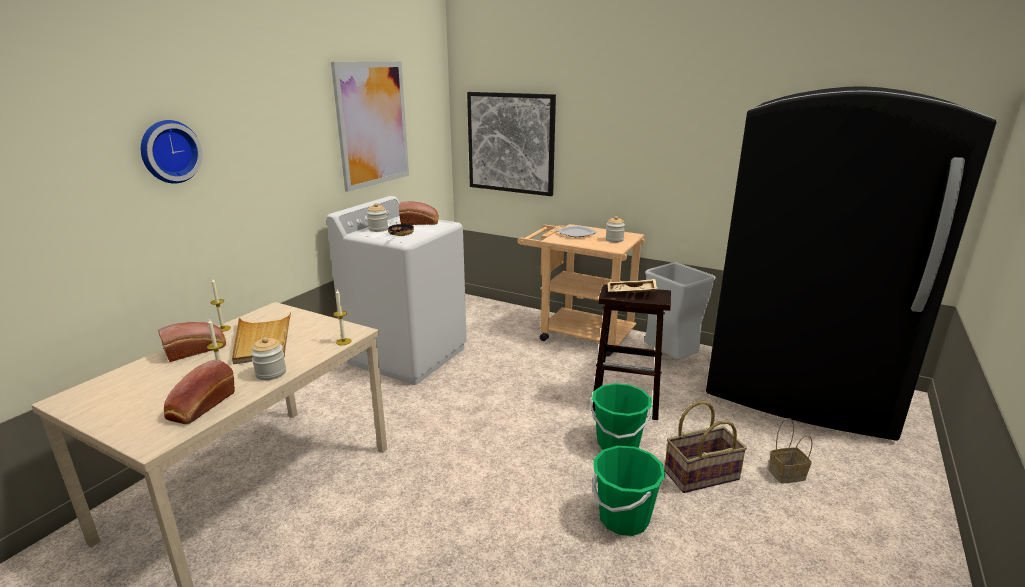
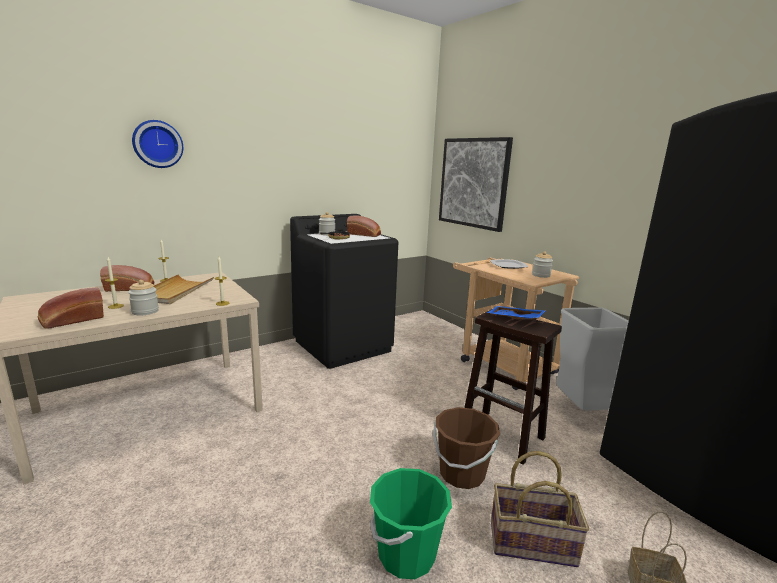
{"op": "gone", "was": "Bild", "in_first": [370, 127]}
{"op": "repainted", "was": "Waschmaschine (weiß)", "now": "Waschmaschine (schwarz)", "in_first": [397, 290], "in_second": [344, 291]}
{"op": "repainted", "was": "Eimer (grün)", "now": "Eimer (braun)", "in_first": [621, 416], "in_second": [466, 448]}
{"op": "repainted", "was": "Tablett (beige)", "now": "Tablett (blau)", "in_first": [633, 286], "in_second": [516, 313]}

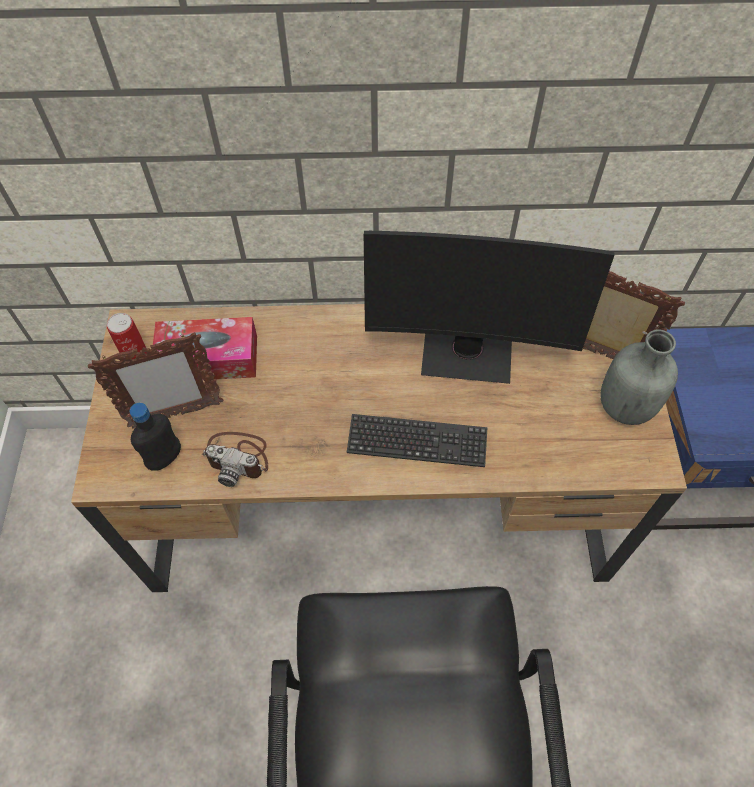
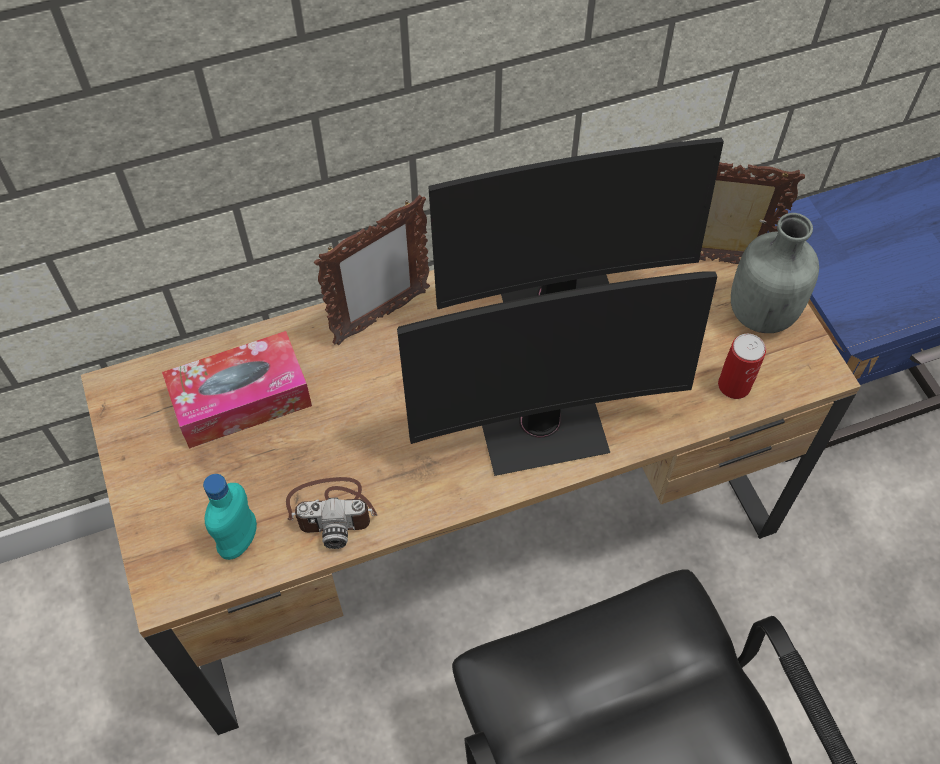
{"op": "shifted", "was": "Bilderrahmen", "in_first": [156, 380], "in_second": [372, 270]}
{"op": "shifted", "was": "Dose", "in_first": [127, 336], "in_second": [742, 366]}
{"op": "swapped", "was": "Tastatur", "now": "Monitor", "in_first": [417, 440], "in_second": [557, 373]}
{"op": "repainted", "was": "Flasche (schwarz)", "now": "Flasche (türkis)", "in_first": [155, 437], "in_second": [230, 517]}

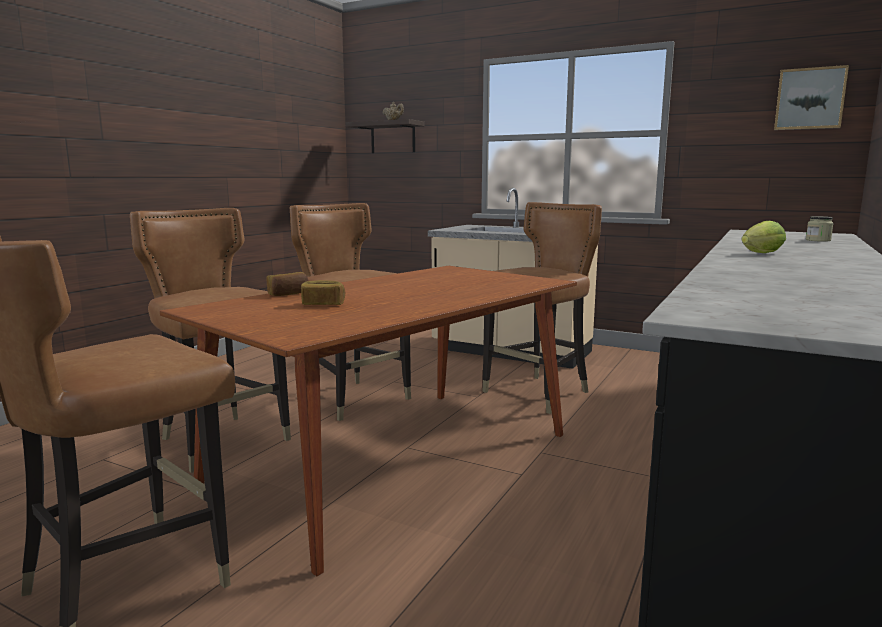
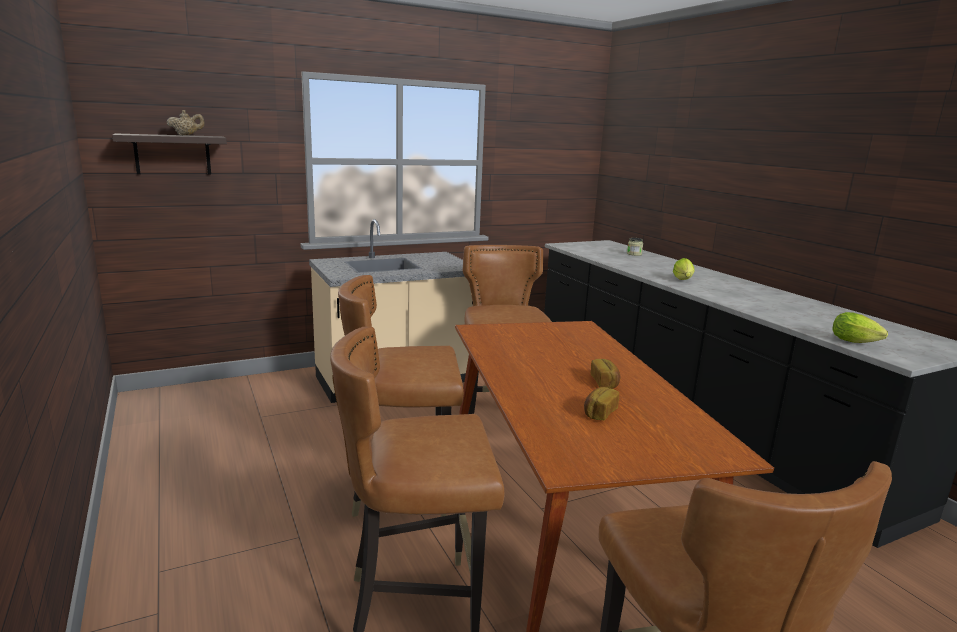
{"op": "gone", "was": "Bild", "in_first": [811, 97]}
{"op": "new", "now": "Salatkopf", "in_second": [860, 327]}
{"op": "shifted", "was": "Brot", "in_first": [287, 284], "in_second": [605, 374]}

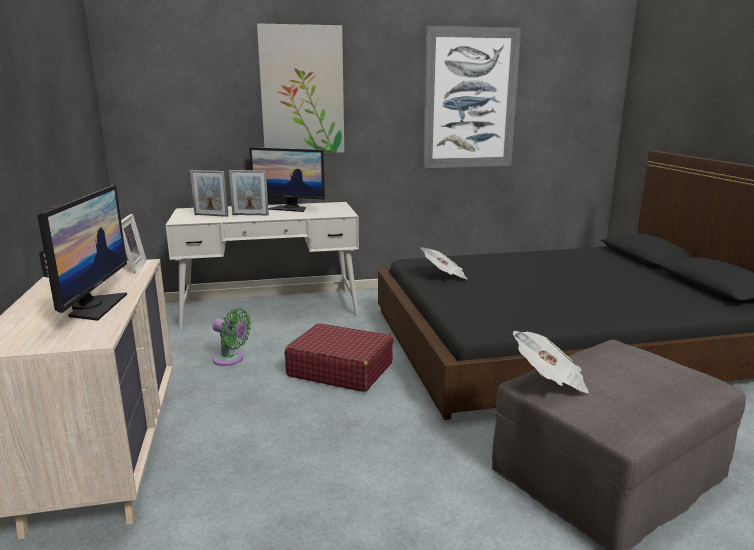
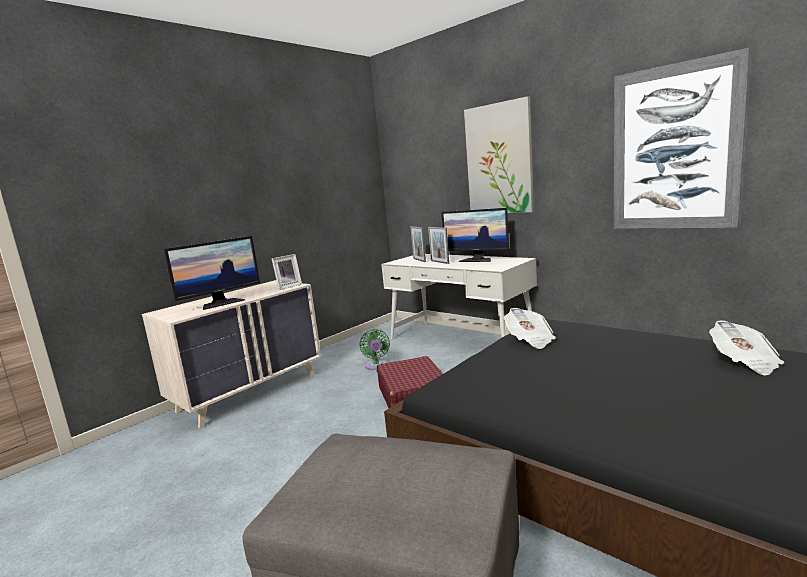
{"op": "shifted", "was": "Zeitung", "in_first": [551, 362], "in_second": [746, 348]}
{"op": "rotated", "was": "Monitor", "in_first": [287, 179], "in_second": [475, 235], "clockwise": -45}

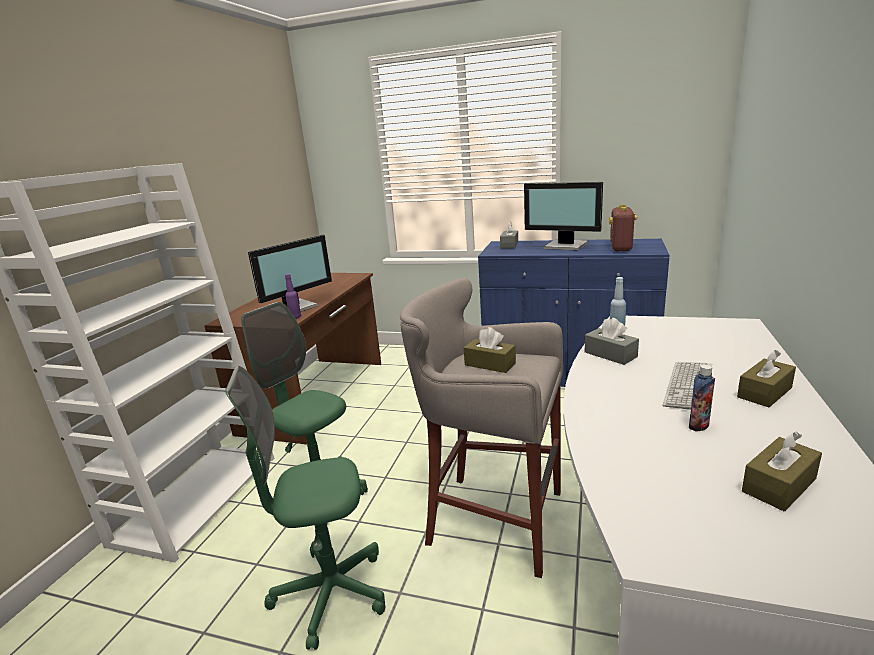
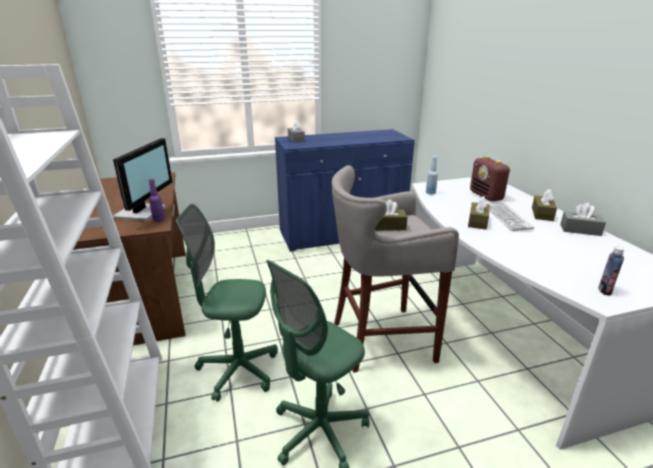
{"op": "gone", "was": "Monitor", "in_first": [563, 216]}
{"op": "shifted", "was": "Taschentuchbox (grau)", "in_first": [612, 341], "in_second": [583, 219]}
{"op": "shifted", "was": "Radio", "in_first": [623, 227], "in_second": [490, 178]}
{"op": "shifted", "was": "Flasche", "in_first": [702, 398], "in_second": [611, 271]}
{"op": "shifted", "was": "Taschentuchbox (braun)", "in_first": [782, 471], "in_second": [479, 213]}

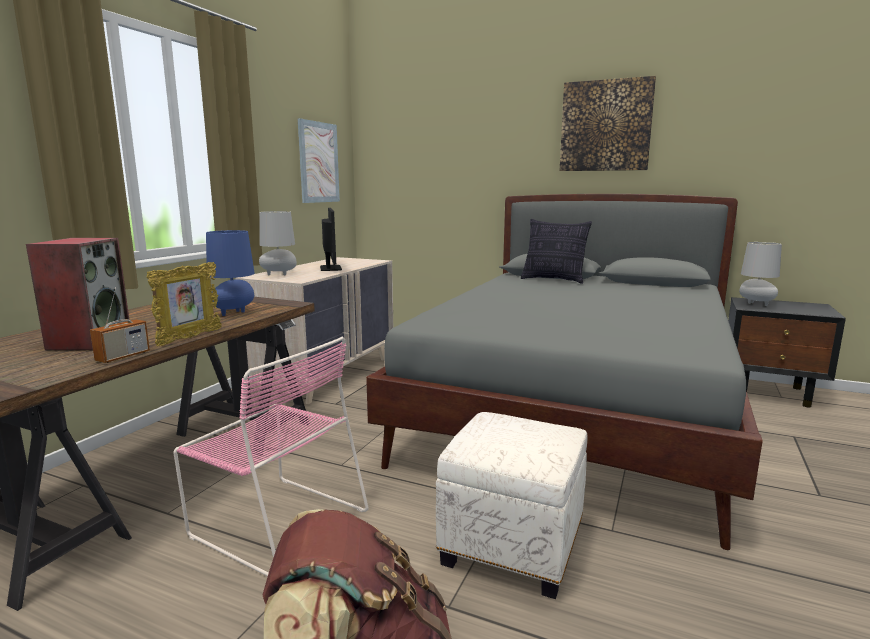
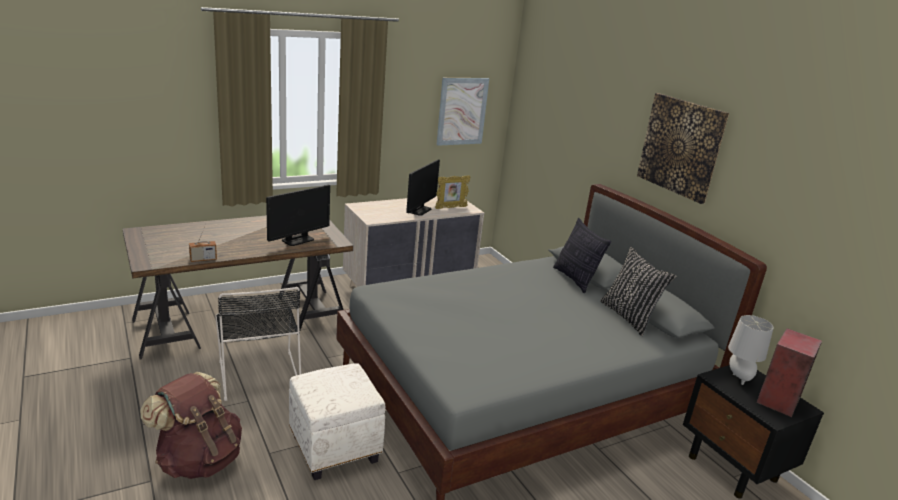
{"op": "gone", "was": "Tischlampe (grau)", "in_first": [278, 243]}
{"op": "new", "now": "Kissen (schwarz)", "in_second": [638, 291]}
{"op": "shifted", "was": "Lautsprecher", "in_first": [77, 294], "in_second": [789, 372]}
{"op": "shifted", "was": "Bilderrahmen", "in_first": [184, 304], "in_second": [453, 192]}
{"op": "swapped", "was": "Tischlampe (blau)", "now": "Monitor", "in_first": [230, 273], "in_second": [298, 215]}
{"op": "repainted", "was": "Stuhl (rosa)", "now": "Stuhl (schwarz)", "in_first": [270, 457], "in_second": [258, 344]}

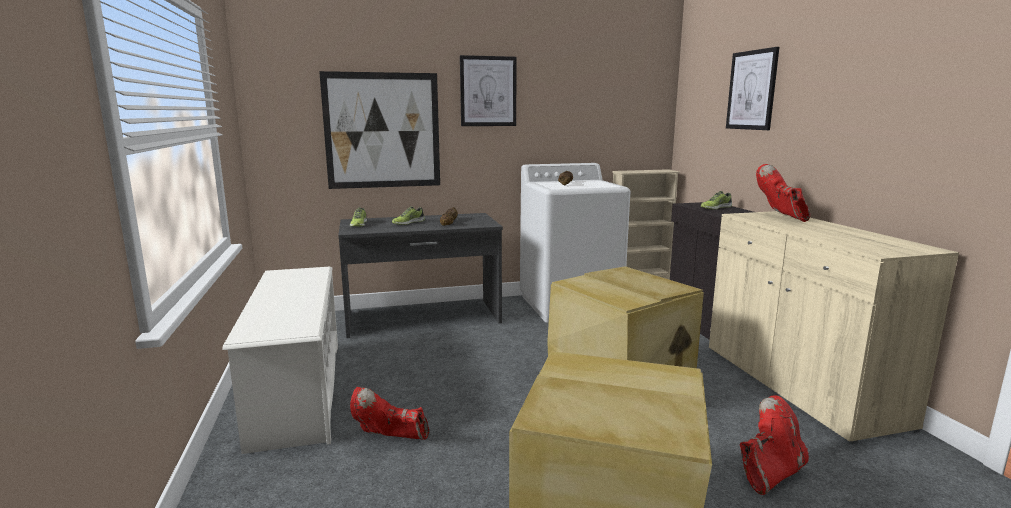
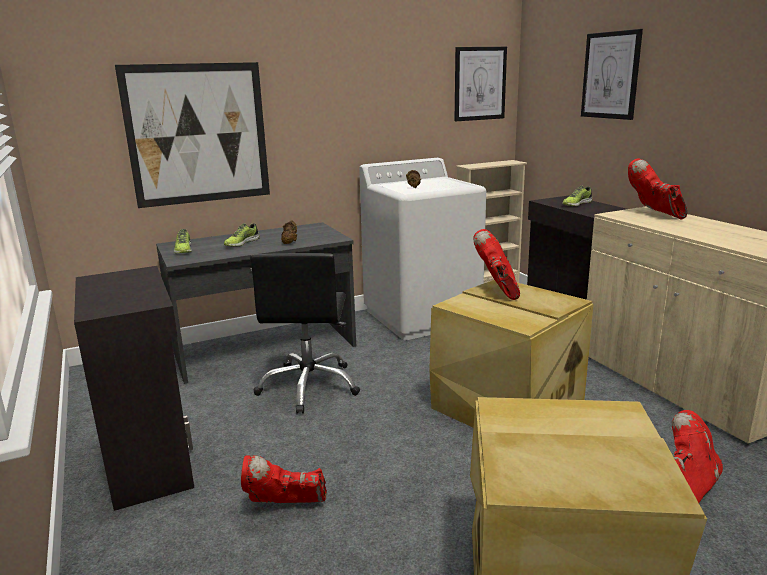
{"op": "new", "now": "Bürostuhl (schwarz)", "in_second": [305, 333]}
{"op": "new", "now": "Stiefel (rot)", "in_second": [496, 264]}
{"op": "shifted", "was": "Bild", "in_first": [488, 90], "in_second": [481, 84]}
{"op": "swapped", "was": "Schuhregal (weiß)", "now": "Schrank (schwarz)", "in_first": [280, 360], "in_second": [134, 388]}

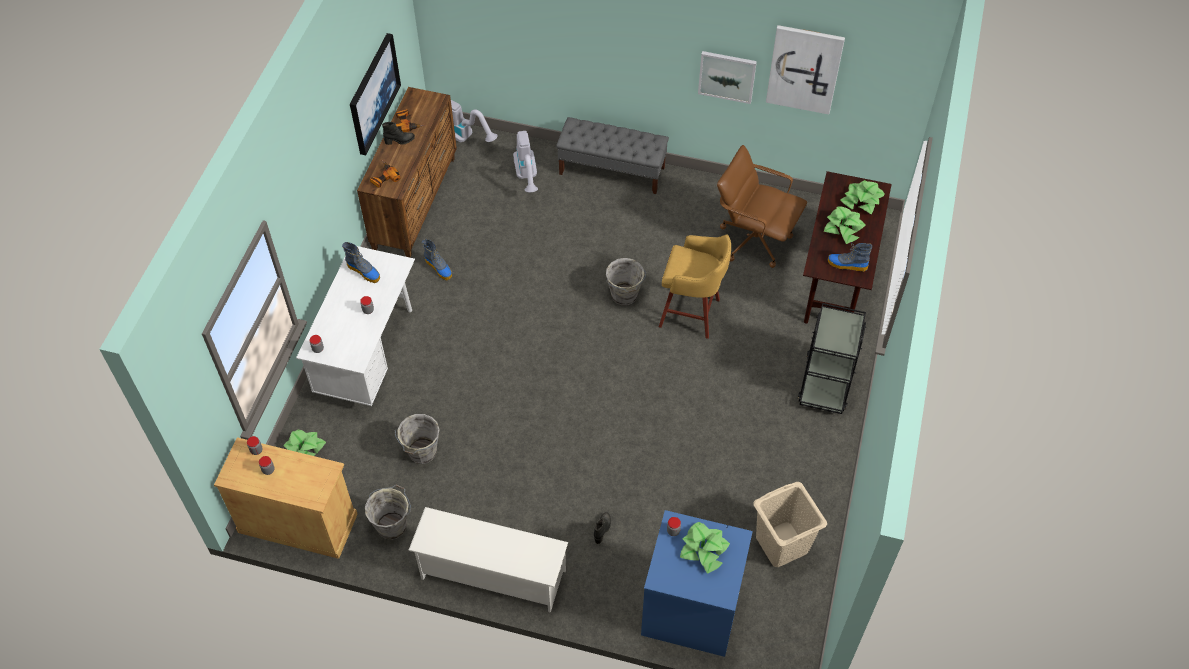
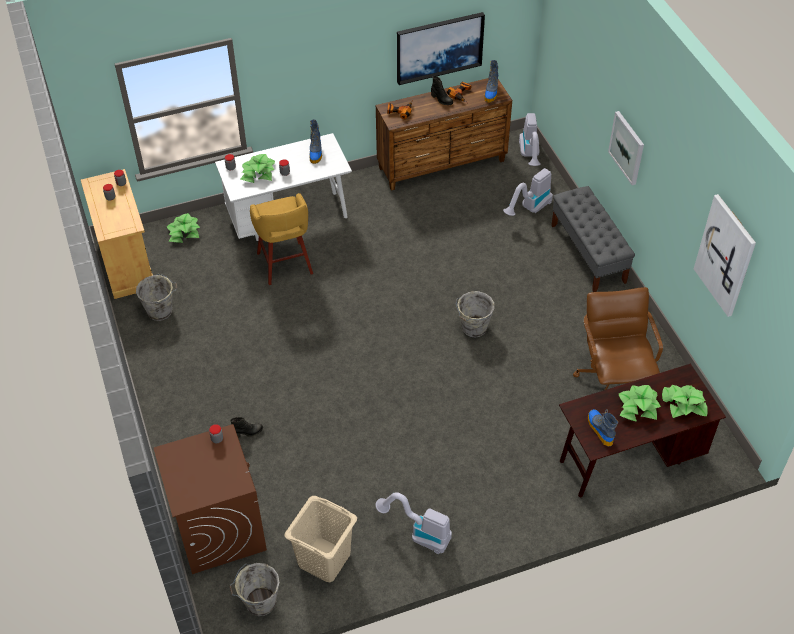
{"op": "gone", "was": "Schuhregal (weiß)", "in_first": [488, 560]}
{"op": "gone", "was": "Rollwagen (schwarz)", "in_first": [832, 358]}
{"op": "new", "now": "Staubsauger", "in_second": [414, 523]}
{"op": "shifted", "was": "Eimer (grau)", "in_first": [417, 439], "in_second": [254, 589]}
{"op": "shifted", "was": "Stiefel", "in_first": [437, 259], "in_second": [491, 81]}
{"op": "shifted", "was": "Hocker (gelb)", "in_first": [695, 286], "in_second": [281, 239]}
{"op": "shifted", "was": "Topfpflanze", "in_first": [705, 548], "in_second": [257, 168]}
{"op": "shifted", "was": "Bild", "in_first": [727, 77], "in_second": [626, 148]}
{"op": "repainted", "was": "Waschmaschine (blau)", "now": "Waschmaschine (braun)", "in_first": [697, 583], "in_second": [210, 499]}

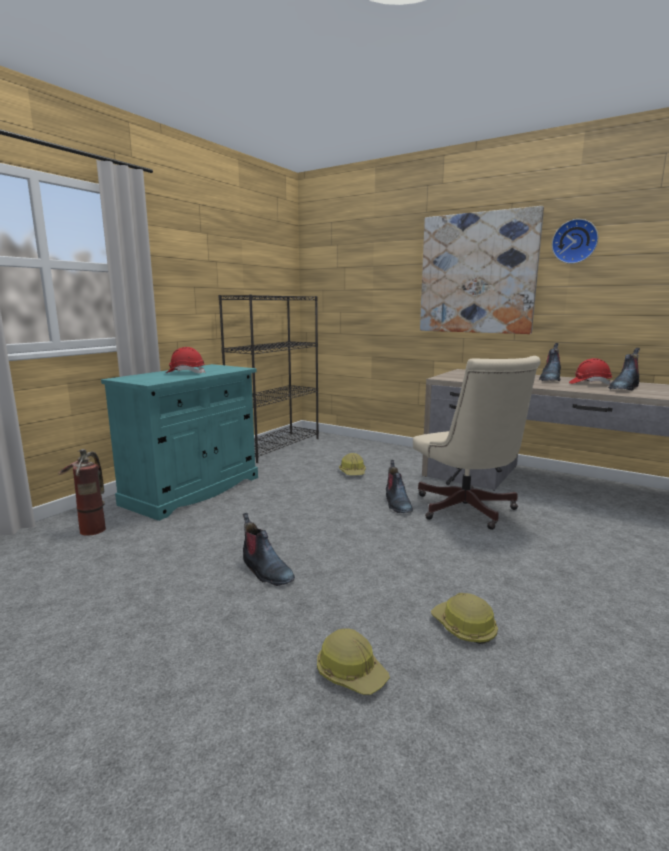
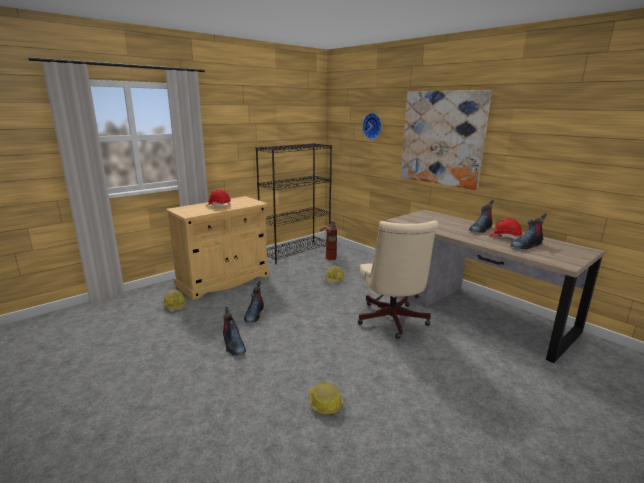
{"op": "shifted", "was": "Feuerlöscher", "in_first": [82, 492], "in_second": [328, 240]}
{"op": "shifted", "was": "Schutzhelm", "in_first": [353, 661], "in_second": [174, 300]}
{"op": "shifted", "was": "Stiefel", "in_first": [399, 486], "in_second": [254, 302]}
{"op": "shifted", "was": "Wanduhr", "in_first": [575, 241], "in_second": [372, 126]}
{"op": "repainted", "was": "Schrank (türkis)", "now": "Schrank (beige)", "in_first": [179, 442], "in_second": [217, 248]}

